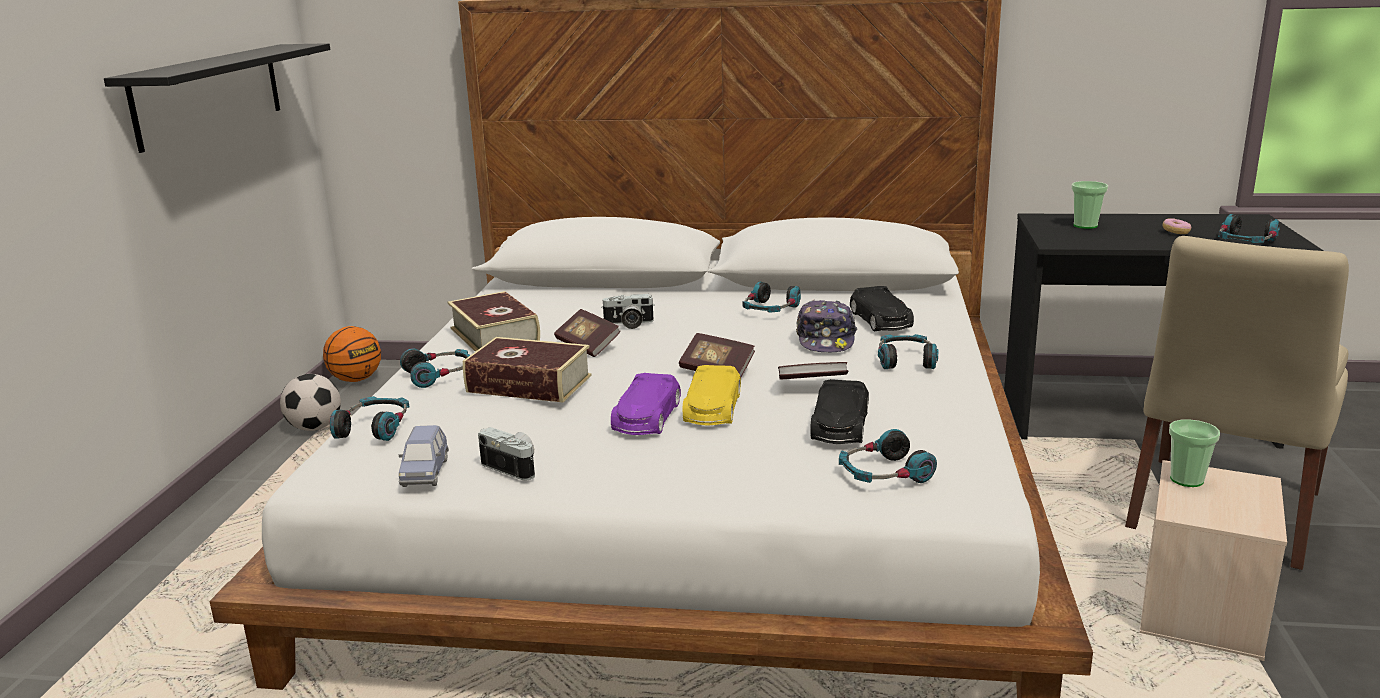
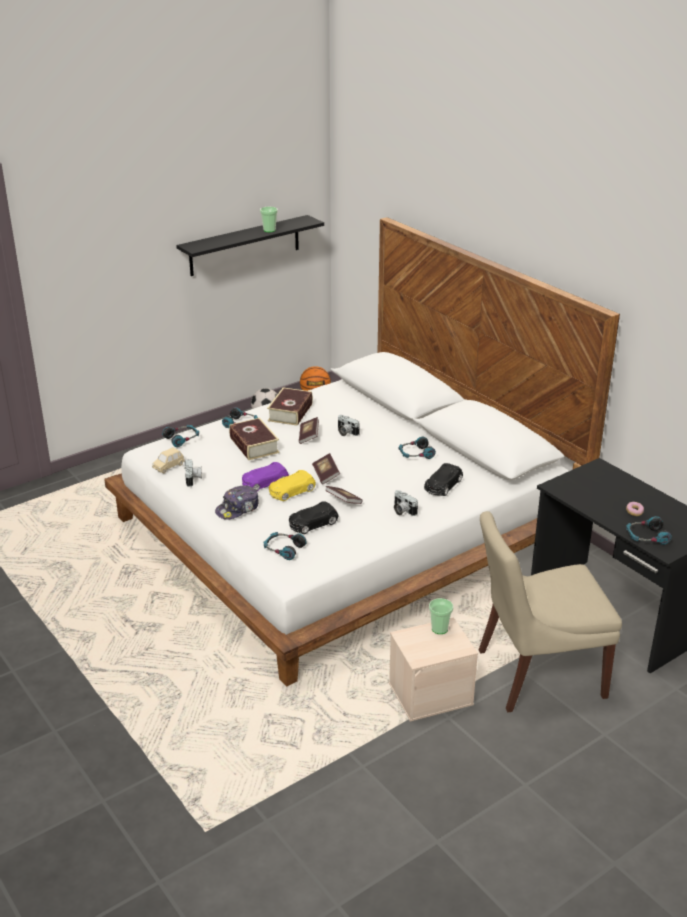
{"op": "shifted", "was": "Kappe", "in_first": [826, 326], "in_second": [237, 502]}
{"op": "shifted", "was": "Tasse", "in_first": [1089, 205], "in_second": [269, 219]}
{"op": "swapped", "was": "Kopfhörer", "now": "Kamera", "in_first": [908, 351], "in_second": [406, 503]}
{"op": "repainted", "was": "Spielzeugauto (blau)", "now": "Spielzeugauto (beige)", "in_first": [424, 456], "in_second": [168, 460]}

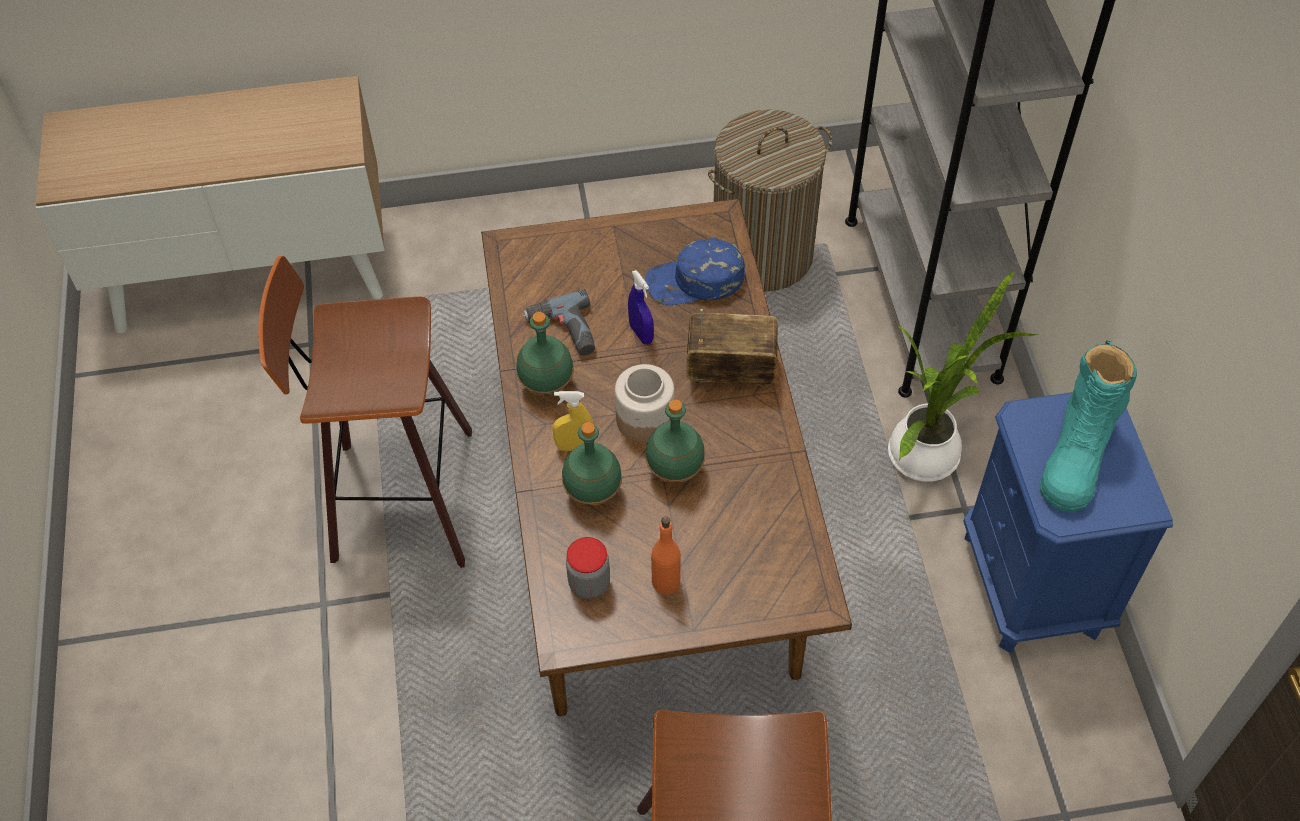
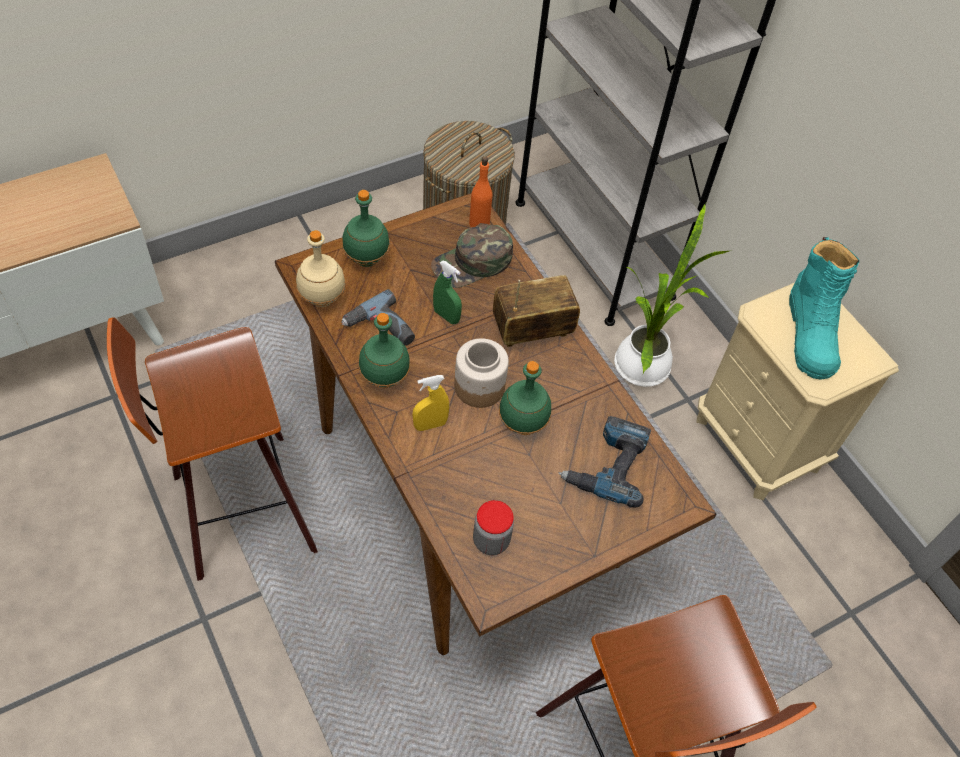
{"op": "new", "now": "Flasche (beige)", "in_second": [321, 268]}
{"op": "new", "now": "Bohrmaschine", "in_second": [604, 462]}
{"op": "shifted", "was": "Flasche (grün)", "in_first": [592, 463], "in_second": [366, 228]}
{"op": "shifted", "was": "Flasche (orange)", "in_first": [666, 555], "in_second": [480, 192]}
{"op": "repainted", "was": "Sprühflasche (blau)", "now": "Sprühflasche (grün)", "in_first": [641, 307], "in_second": [447, 292]}
{"op": "repainted", "was": "Kappe (blau)", "now": "Kappe (grün)", "in_first": [695, 271], "in_second": [472, 255]}
{"op": "repainted", "was": "Nachttisch (blau)", "now": "Nachttisch (beige)", "in_first": [1068, 522], "in_second": [797, 391]}

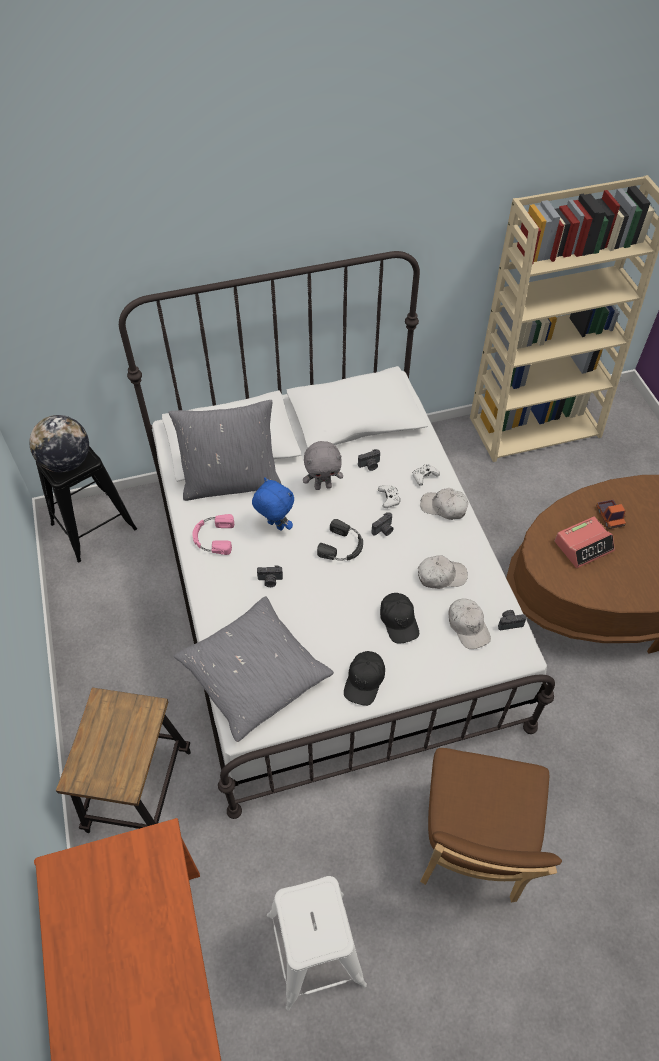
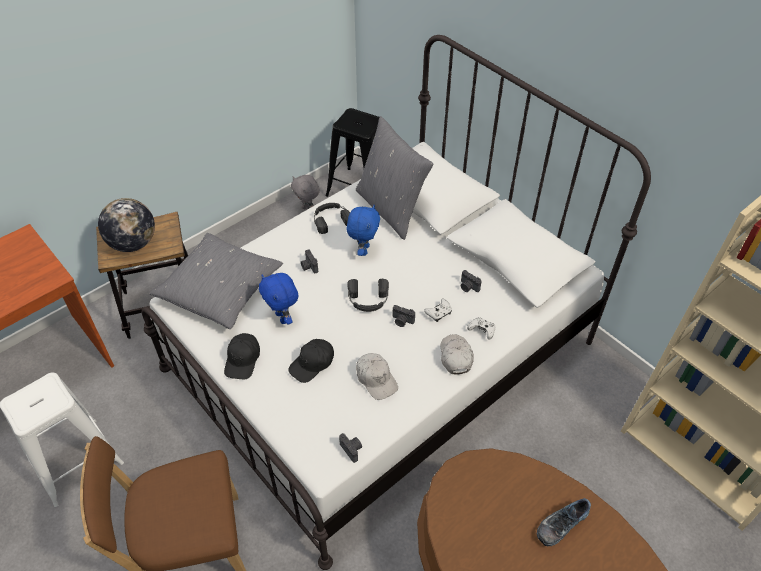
{"op": "gone", "was": "Kappe (weiß)", "in_first": [469, 623]}
{"op": "gone", "was": "Wecker", "in_first": [585, 542]}
{"op": "new", "now": "Plüschtier (blau)", "in_second": [279, 298]}
{"op": "shifted", "was": "Globus", "in_first": [59, 443], "in_second": [126, 225]}
{"op": "shifted", "was": "Plüschtier (grau)", "in_first": [323, 465], "in_second": [305, 192]}
{"op": "swapped", "was": "Spielzeuglaster", "now": "Schuh", "in_first": [611, 514], "in_second": [564, 522]}
{"op": "repainted", "was": "Kopfhörer (rosa)", "now": "Kopfhörer (schwarz)", "in_first": [213, 534], "in_second": [332, 218]}
{"op": "rotated", "was": "Kappe (schwarz)", "in_first": [364, 678], "in_second": [242, 356], "clockwise": -75}

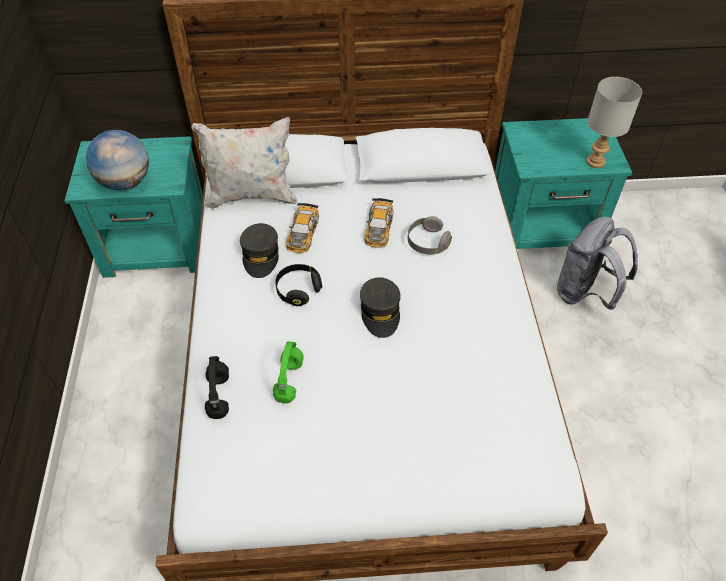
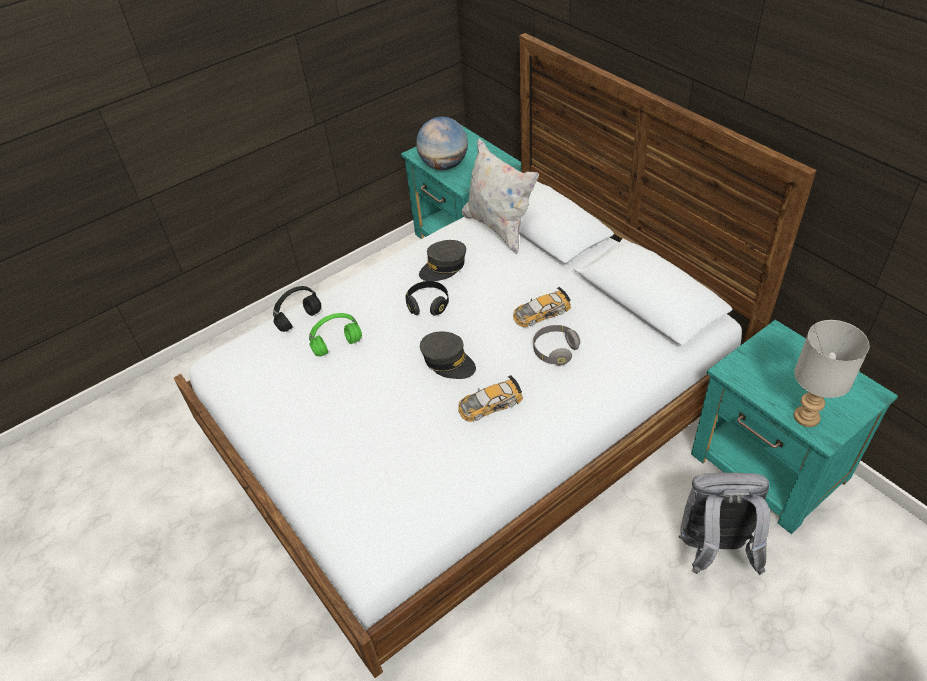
{"op": "shifted", "was": "Spielzeugauto", "in_first": [302, 228], "in_second": [490, 398]}
{"op": "rotated", "was": "Kappe (grau)", "in_first": [380, 307], "in_second": [448, 355], "clockwise": -105}

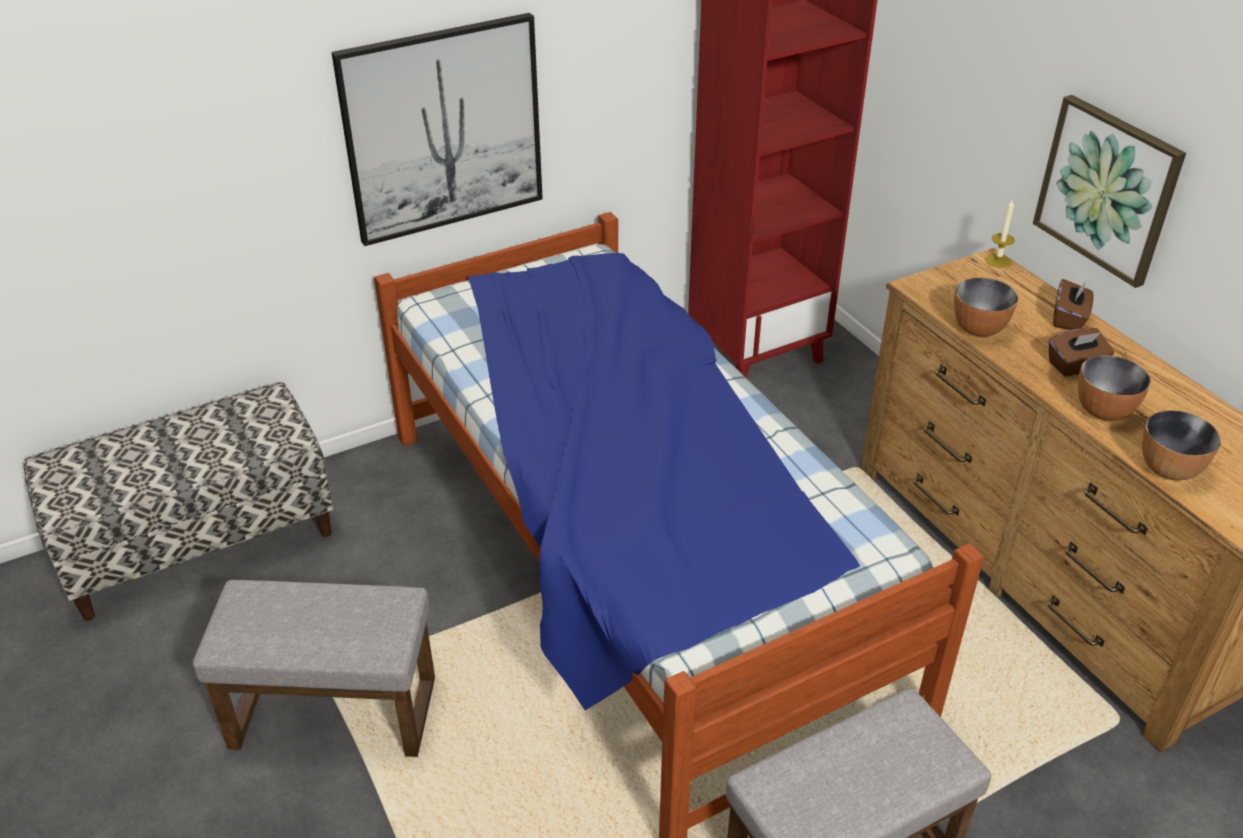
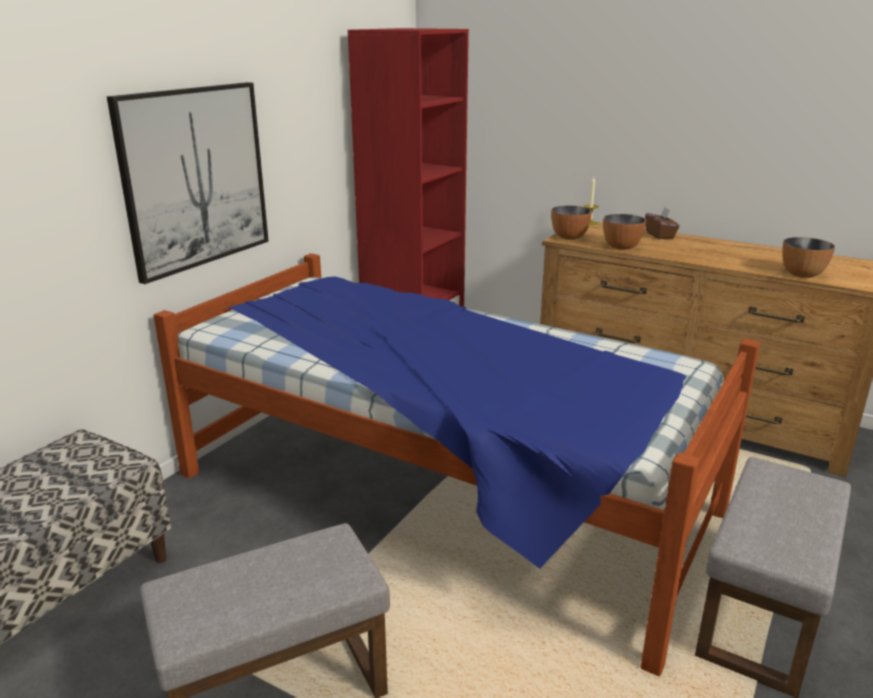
{"op": "gone", "was": "Bild", "in_first": [1109, 191]}
{"op": "gone", "was": "Taschentuchbox (braun)", "in_first": [1081, 352]}
{"op": "shifted", "was": "Schüssel", "in_first": [1114, 388], "in_second": [571, 223]}

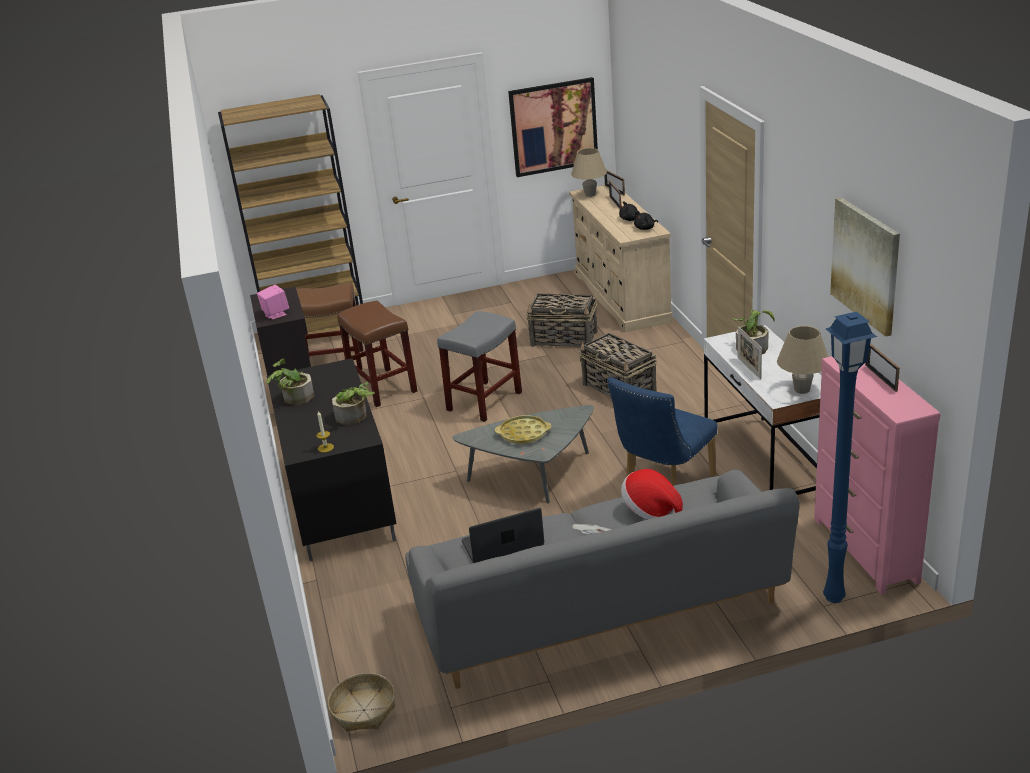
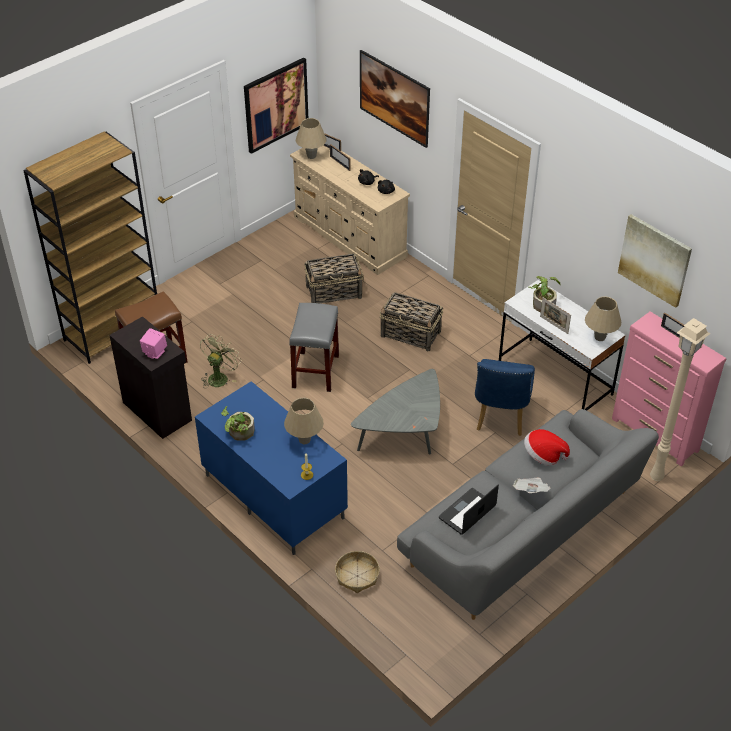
{"op": "gone", "was": "Tablett (gelb)", "in_first": [523, 429]}
{"op": "new", "now": "Bild", "in_second": [395, 99]}
{"op": "shifted", "was": "Korb", "in_first": [361, 702], "in_second": [357, 572]}
{"op": "swapped", "was": "Topfpflanze", "now": "Tischlampe (beige)", "in_first": [353, 403], "in_second": [304, 421]}
{"op": "swapped", "was": "Hocker (braun)", "now": "Ventilator (grün)", "in_first": [377, 353], "in_second": [220, 361]}
{"op": "repainted", "was": "Fernsehschrank (schwarz)", "now": "Fernsehschrank (blau)", "in_first": [331, 459], "in_second": [271, 468]}
{"op": "repainted", "was": "Stehlampe (blau)", "now": "Stehlampe (beige)", "in_first": [850, 457], "in_second": [680, 399]}

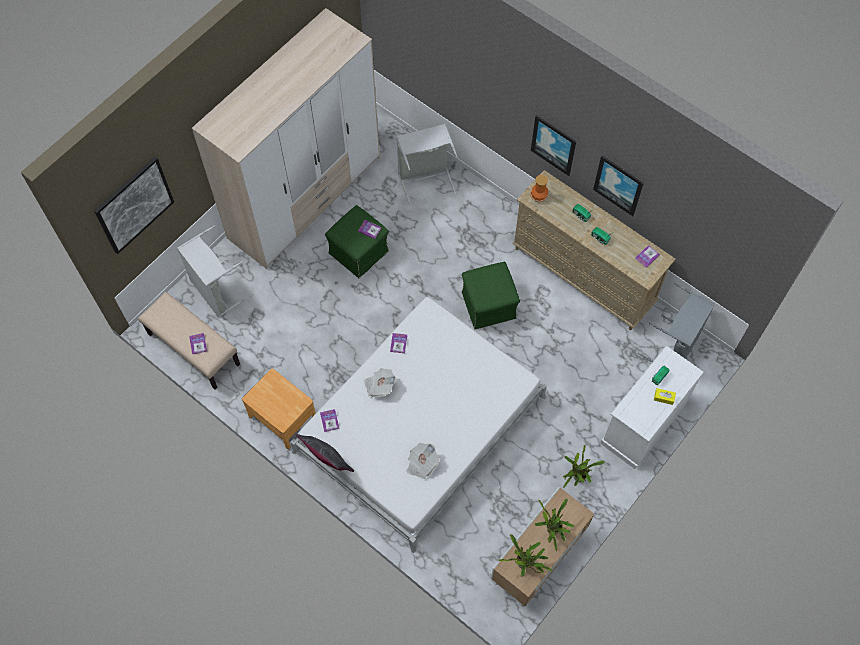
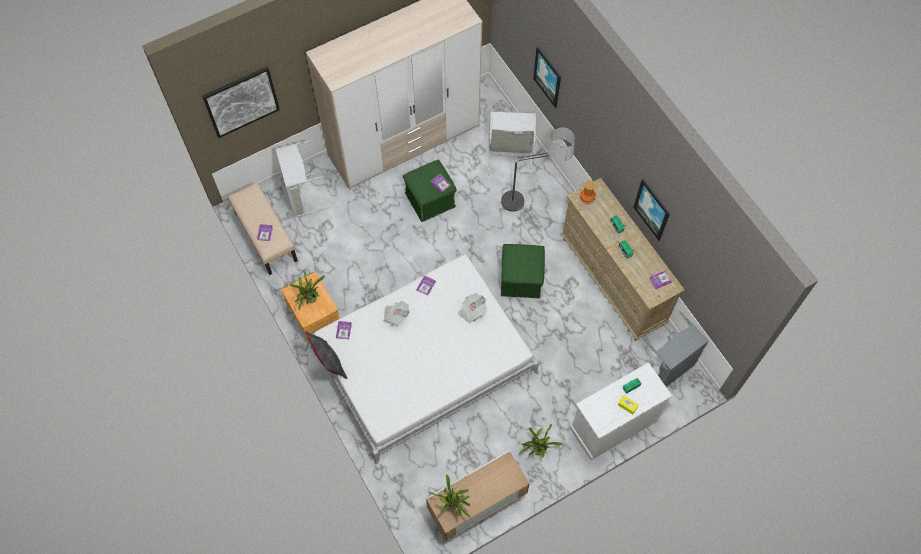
{"op": "new", "now": "Stehlampe", "in_second": [537, 169]}
{"op": "shifted", "was": "Zeitung", "in_first": [423, 461], "in_second": [472, 308]}
{"op": "shifted", "was": "Bild", "in_first": [553, 145], "in_second": [547, 77]}
{"op": "shifted", "was": "Topfpflanze", "in_first": [554, 524], "in_second": [307, 290]}

